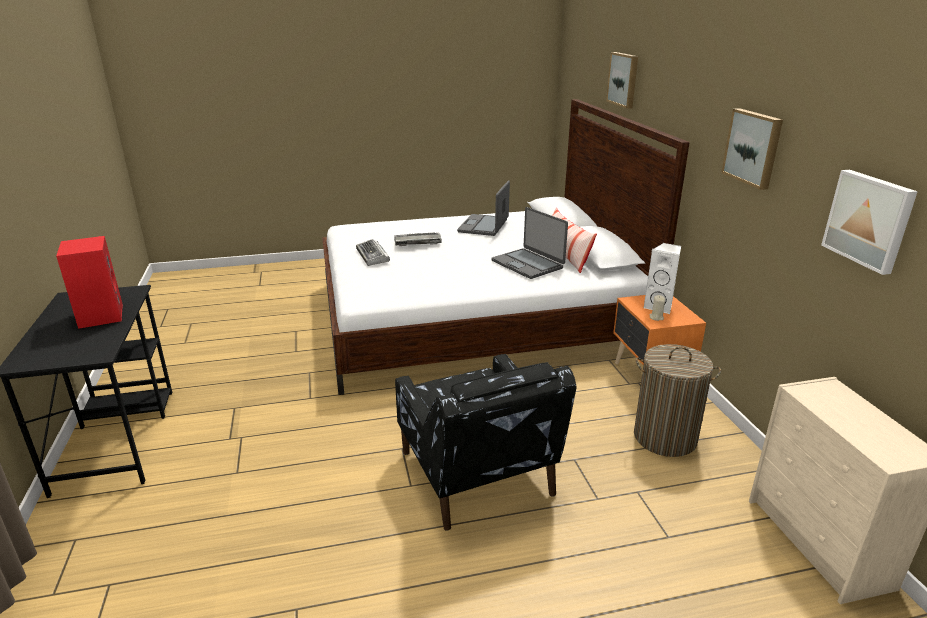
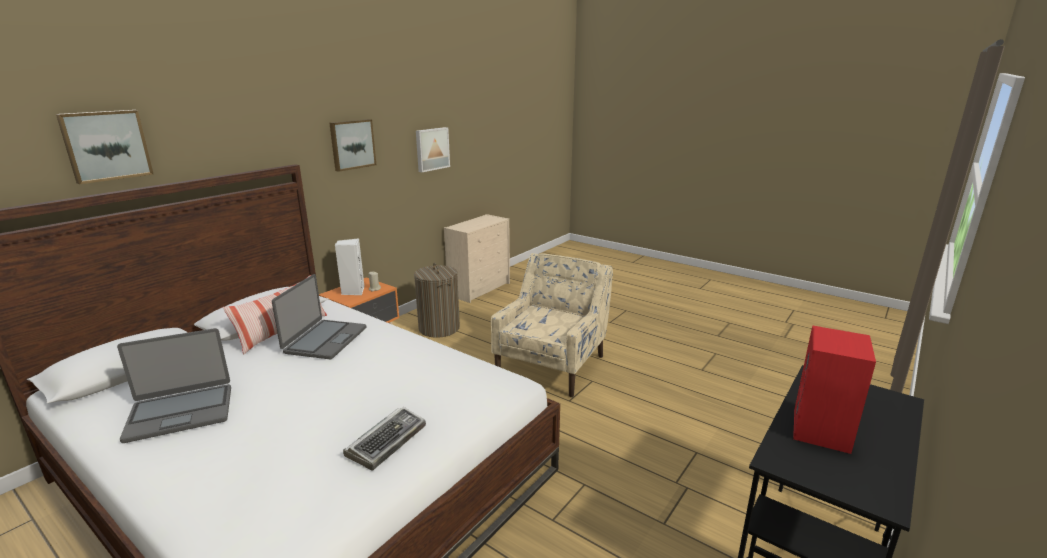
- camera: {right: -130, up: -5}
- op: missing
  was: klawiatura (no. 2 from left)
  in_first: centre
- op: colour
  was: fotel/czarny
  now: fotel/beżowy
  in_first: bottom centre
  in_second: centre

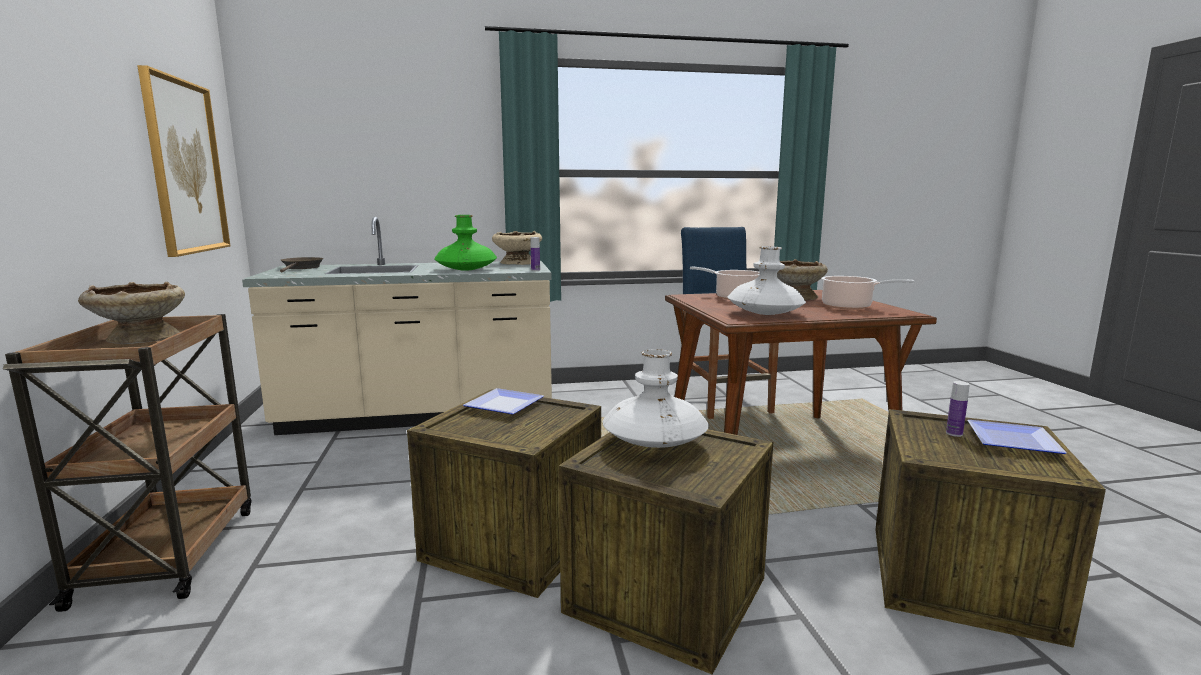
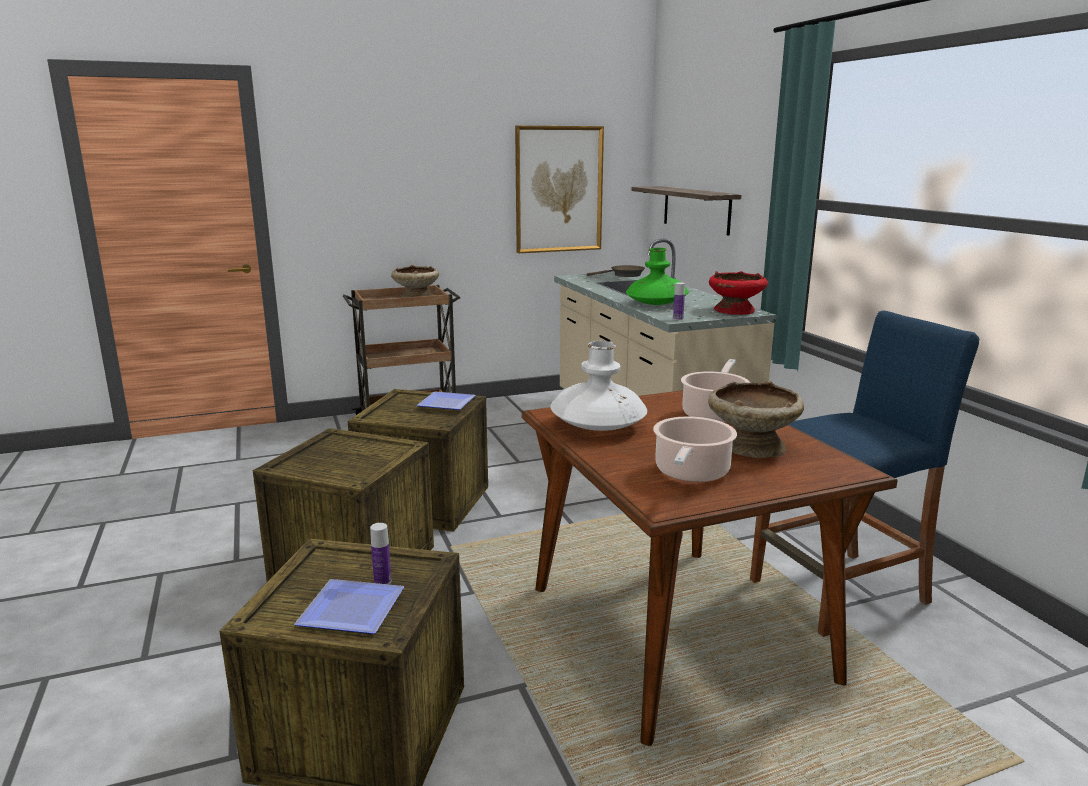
- camera: {right: 80, up: 5}
- op: colour
  was: miska/beżowy (no. 2 from left)
  now: miska/czerwony
  in_first: centre
  in_second: middle right
- op: missing
  was: wazon/biały (no. 1 from left)
  in_first: centre
- op: appeared
  now: półka
  in_second: top centre

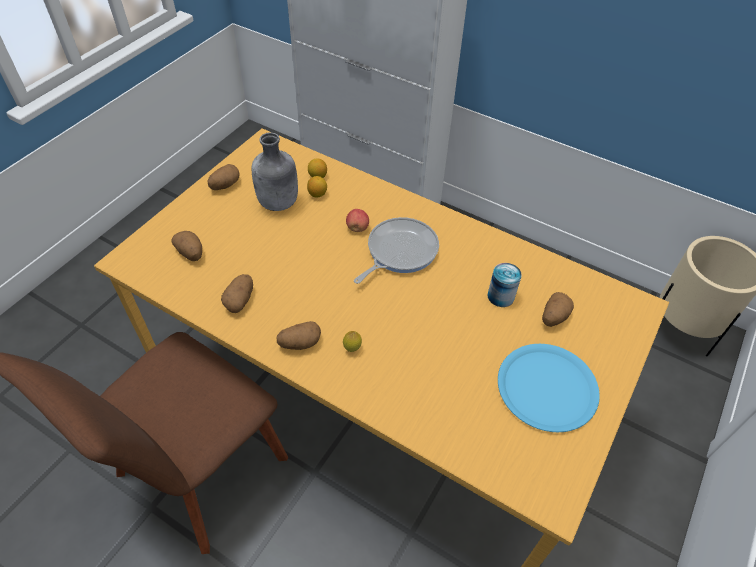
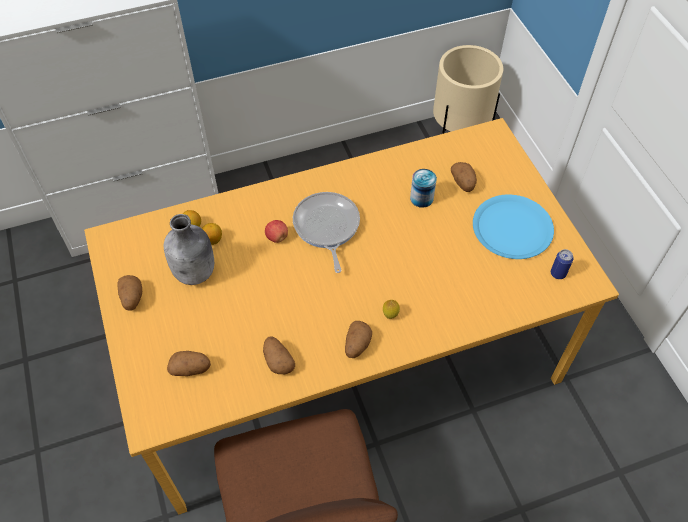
- camera: {right: -50, up: 5}
- op: appeared
  now: puszka (no. 2 from left)
  in_second: middle right

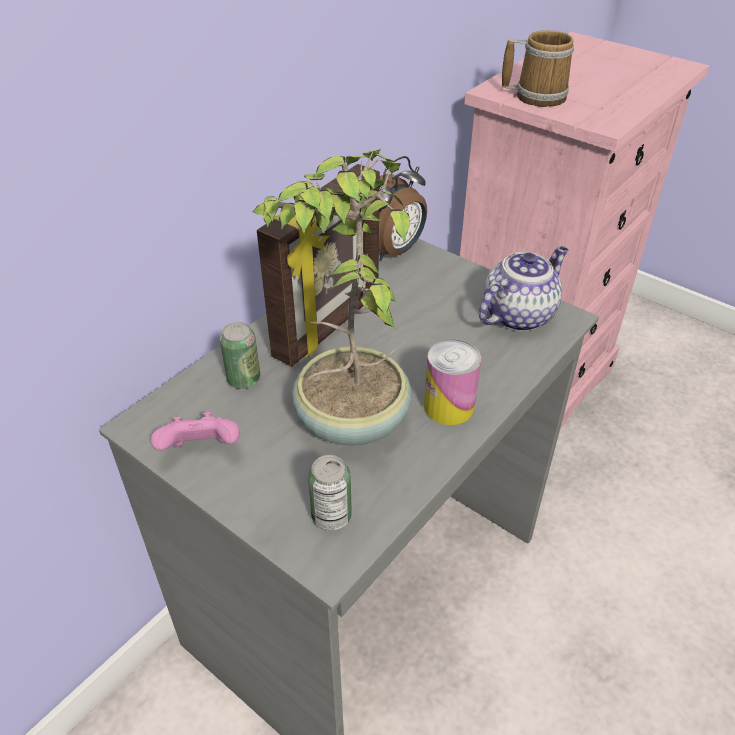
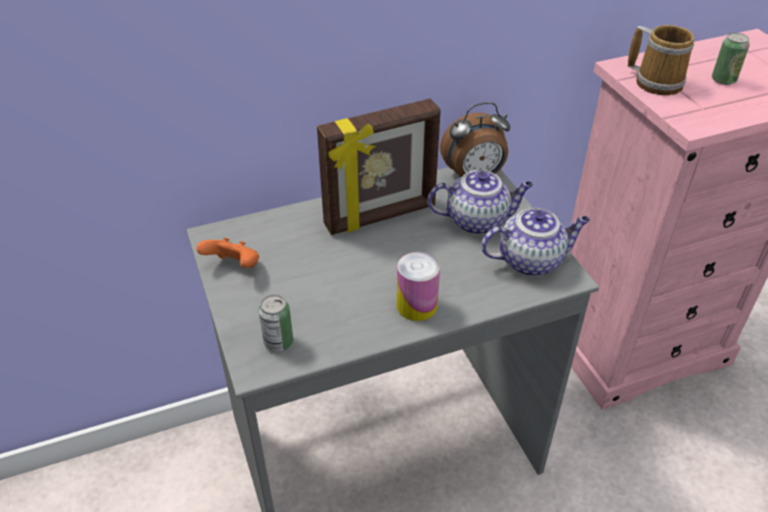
- camera: {right: 30, up: 0}
- op: colour
  was: pad do gier/różowy
  now: pad do gier/pomarańczowy
  in_first: middle left
  in_second: middle left
- op: relocated
  was: puszka (no. 1 from left in the first image)
  now: puszka (no. 3 from left)
  in_first: middle left
  in_second: top right
- op: missing
  was: roślina doniczkowa
  in_first: centre
- op: appeared
  now: imbryk (no. 1 from left)
  in_second: centre

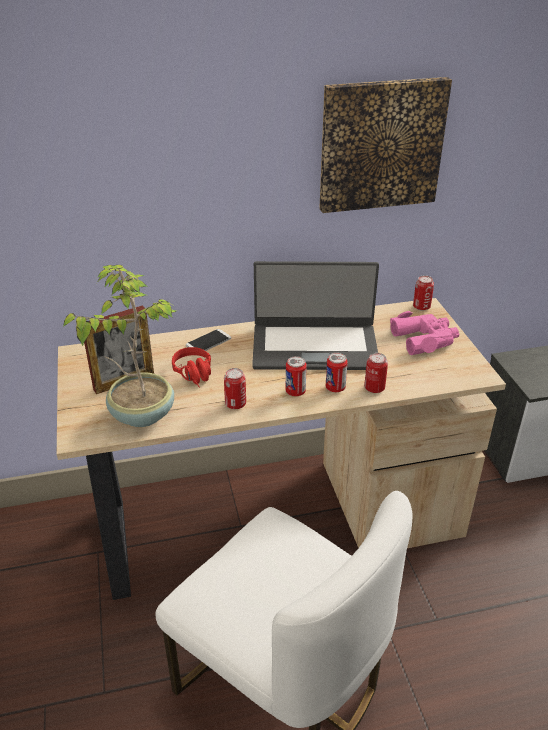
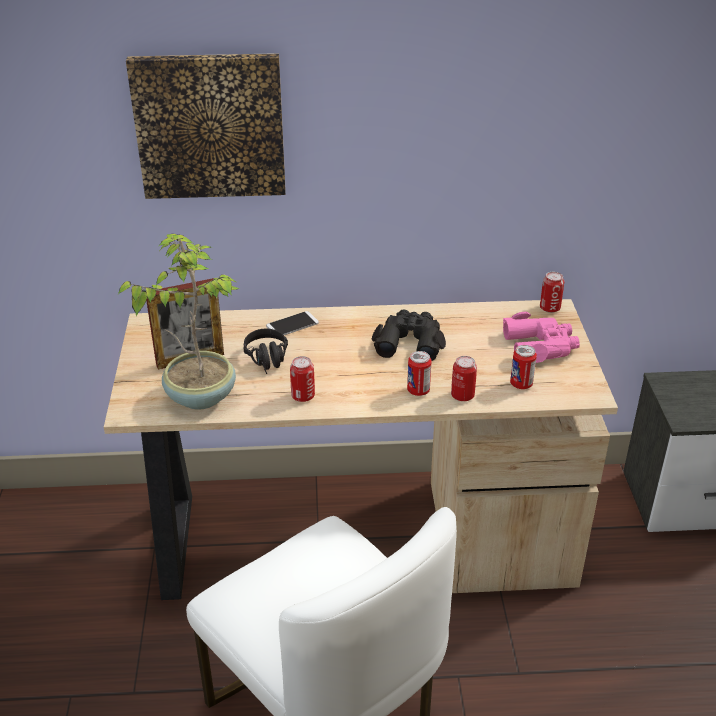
- camera: {right: 10, up: 0}
- op: colour
  was: słuchawki/czerwony
  now: słuchawki/czarny
  in_first: centre
  in_second: centre
- op: exchanged
  was: laptop
  now: lornetka/czarny
  in_first: centre
  in_second: centre
- op: relocated
  was: puszka (no. 2 from left in the first image)
  now: puszka (no. 4 from left)
  in_first: centre
  in_second: middle right
- op: relocated
  was: obraz
  in_first: top right
  in_second: top left

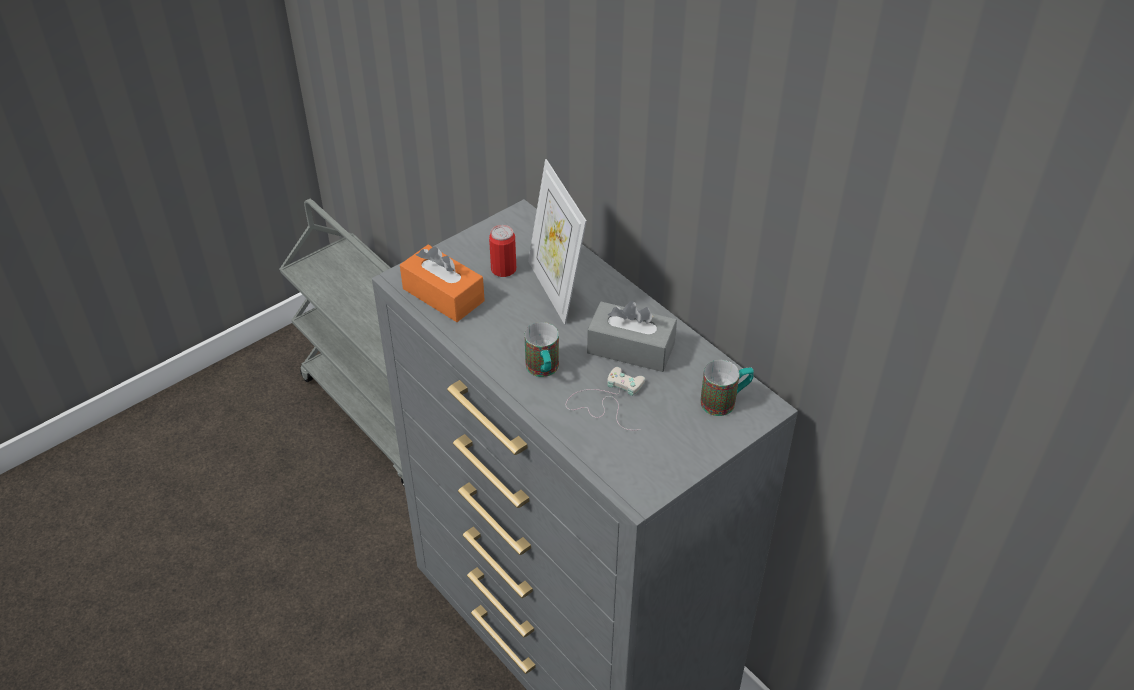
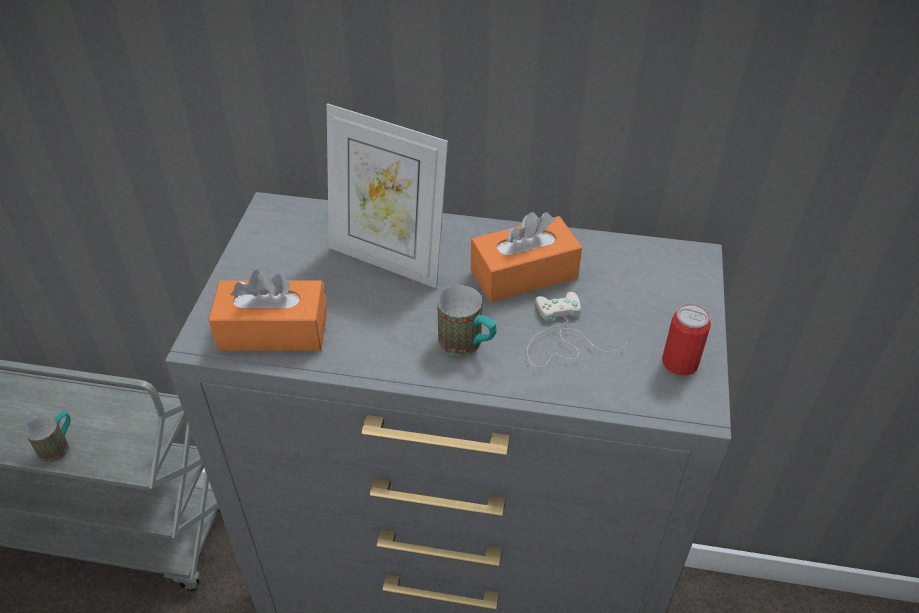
- camera: {right: -40, up: 0}
- op: relocated
  was: puszka
  in_first: centre
  in_second: middle right
- op: colour
  was: pudełko chusteczek/szary
  now: pudełko chusteczek/pomarańczowy (no. 2 from left)
  in_first: centre
  in_second: centre
- op: relocated
  was: kubek (no. 2 from left in the first image)
  now: kubek (no. 1 from left)
  in_first: centre
  in_second: bottom left

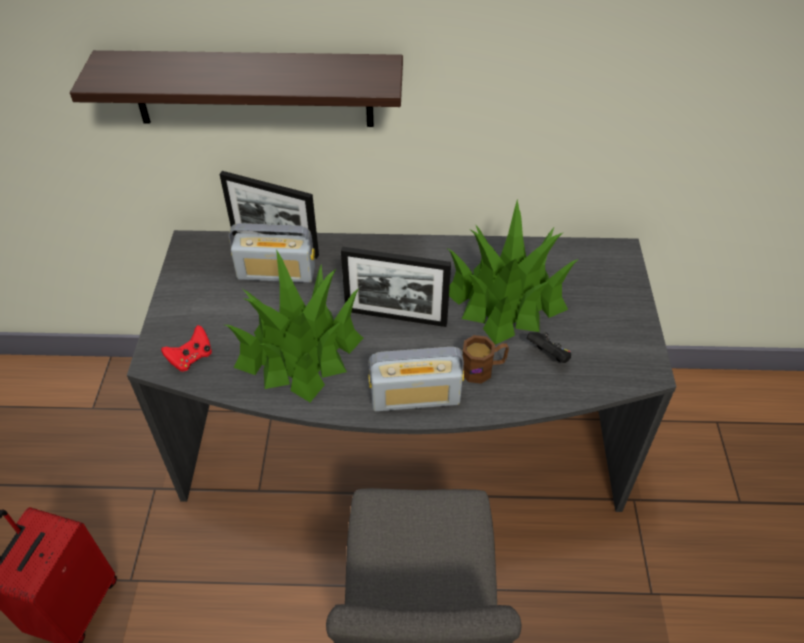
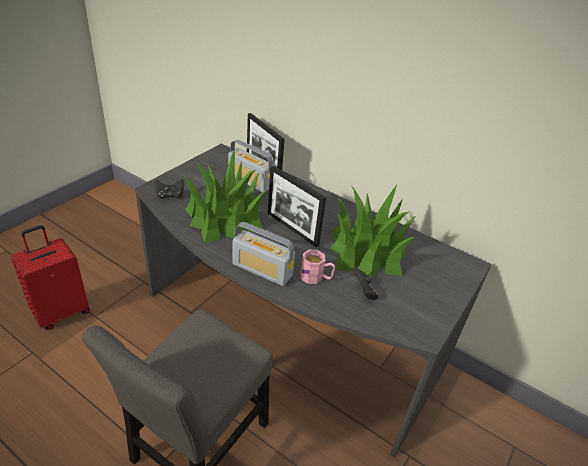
- camera: {right: 30, up: -10}
- op: missing
  was: półka
  in_first: top left
- op: colour
  was: pad do gier/czerwony
  now: pad do gier/czarny (no. 1 from left)
  in_first: middle left
  in_second: middle left
- op: colour
  was: kubek/brązowy
  now: kubek/różowy
  in_first: centre
  in_second: centre

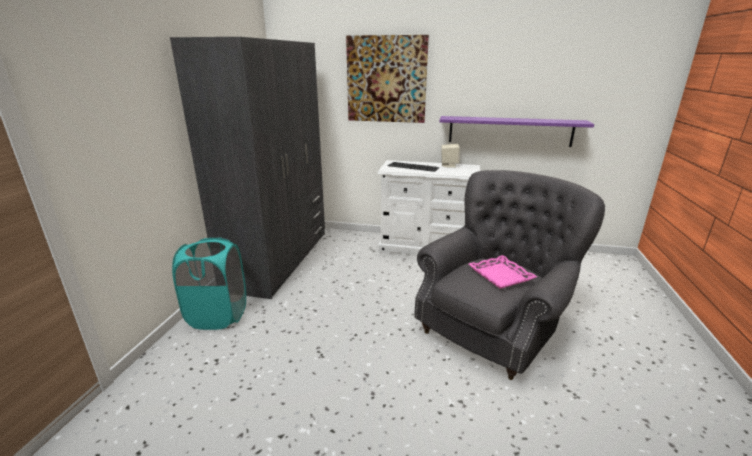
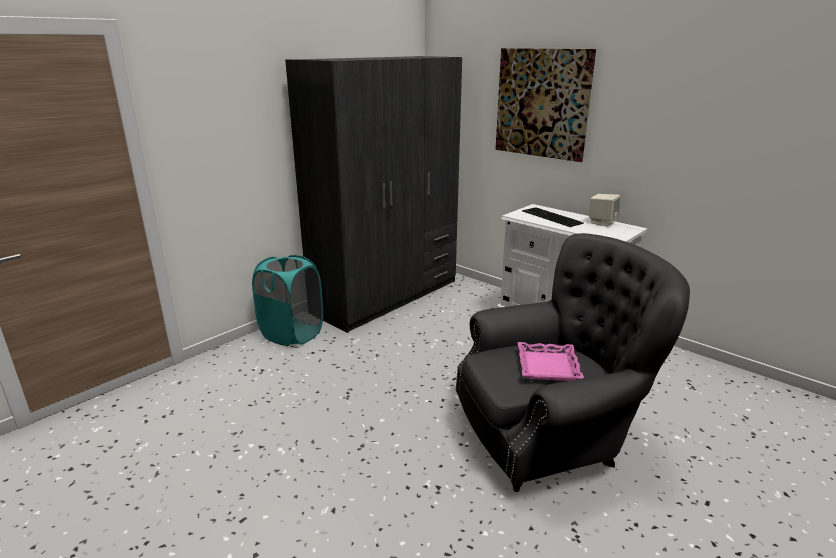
- camera: {right: 30, up: 0}
- op: missing
  was: półka/fioletowy
  in_first: top right

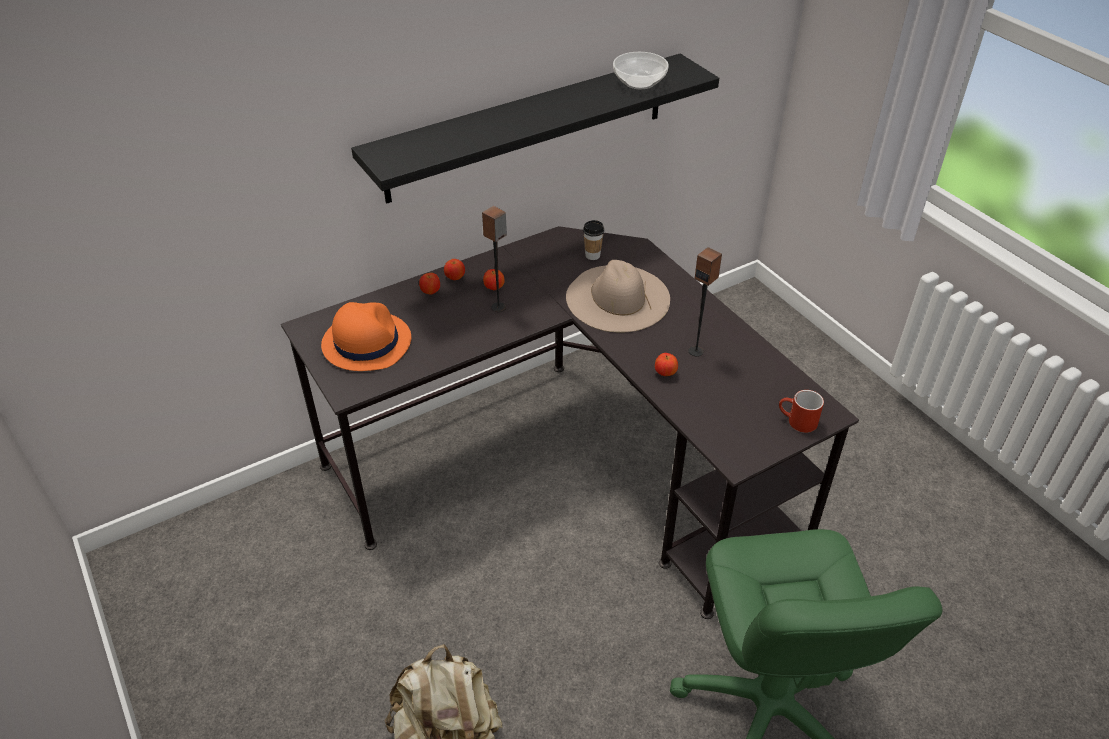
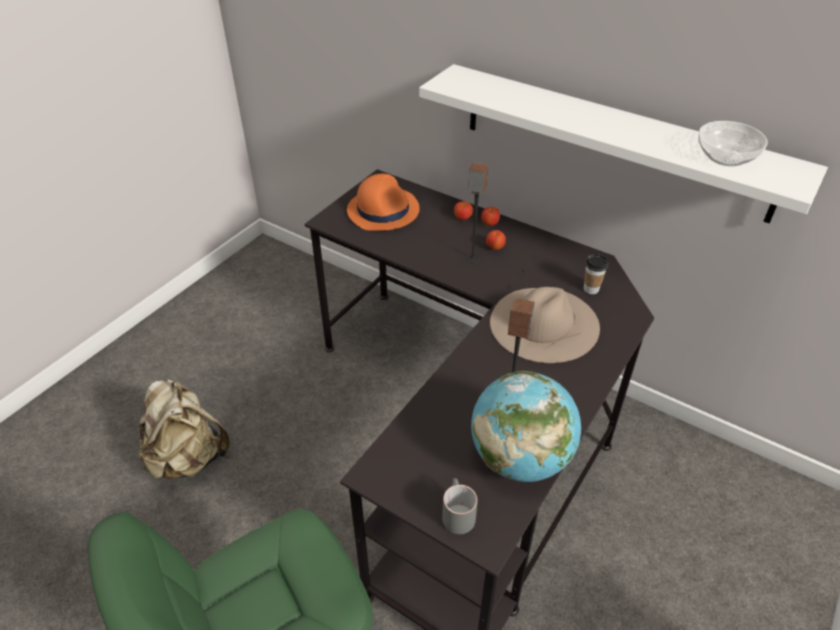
- camera: {right: 65, up: 0}
- op: colour
  was: półka/czarny
  now: półka/biały
  in_first: top centre
  in_second: top right
- op: missing
  was: jabłko (no. 4 from left)
  in_first: centre
- op: colour
  was: kubek/czerwony
  now: kubek/szary
  in_first: middle right
  in_second: bottom centre
- op: appeared
  now: globus
  in_second: bottom centre

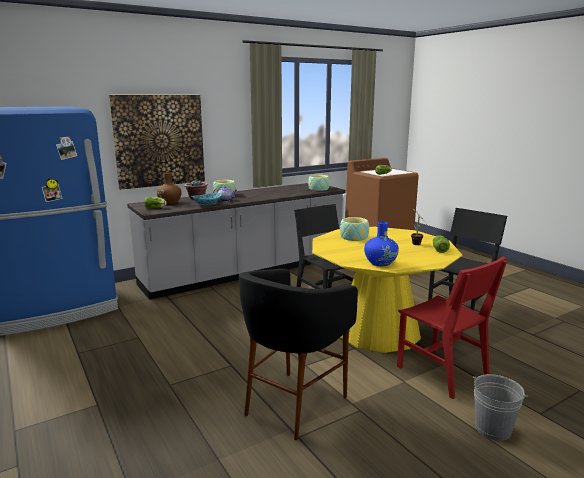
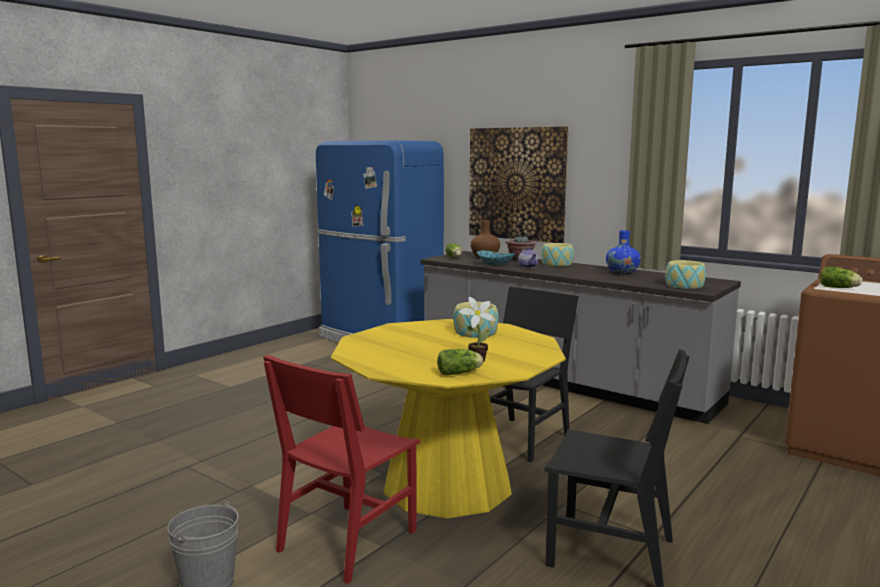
- camera: {right: 70, up: -5}
- op: missing
  was: stołek/czarny
  in_first: bottom centre
- op: relocated
  was: wazon/niebieski
  in_first: centre
  in_second: middle right

